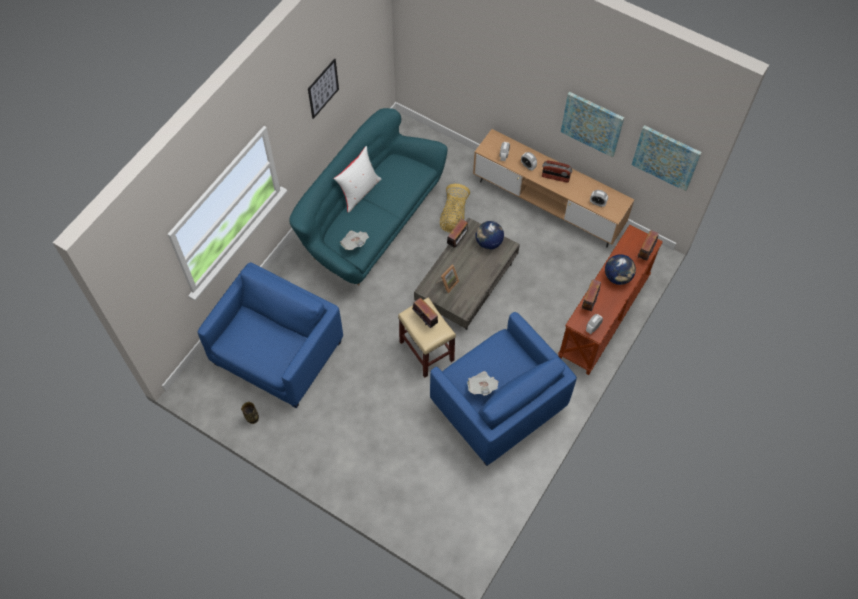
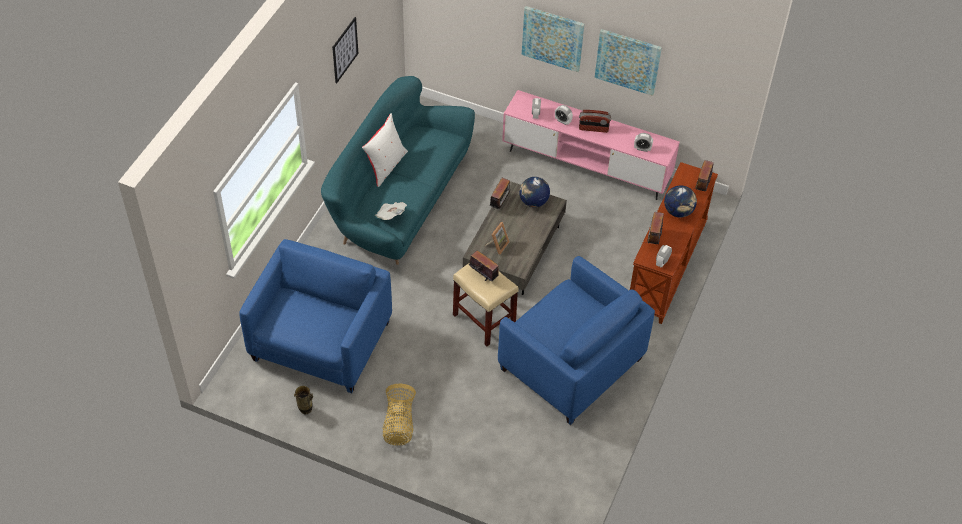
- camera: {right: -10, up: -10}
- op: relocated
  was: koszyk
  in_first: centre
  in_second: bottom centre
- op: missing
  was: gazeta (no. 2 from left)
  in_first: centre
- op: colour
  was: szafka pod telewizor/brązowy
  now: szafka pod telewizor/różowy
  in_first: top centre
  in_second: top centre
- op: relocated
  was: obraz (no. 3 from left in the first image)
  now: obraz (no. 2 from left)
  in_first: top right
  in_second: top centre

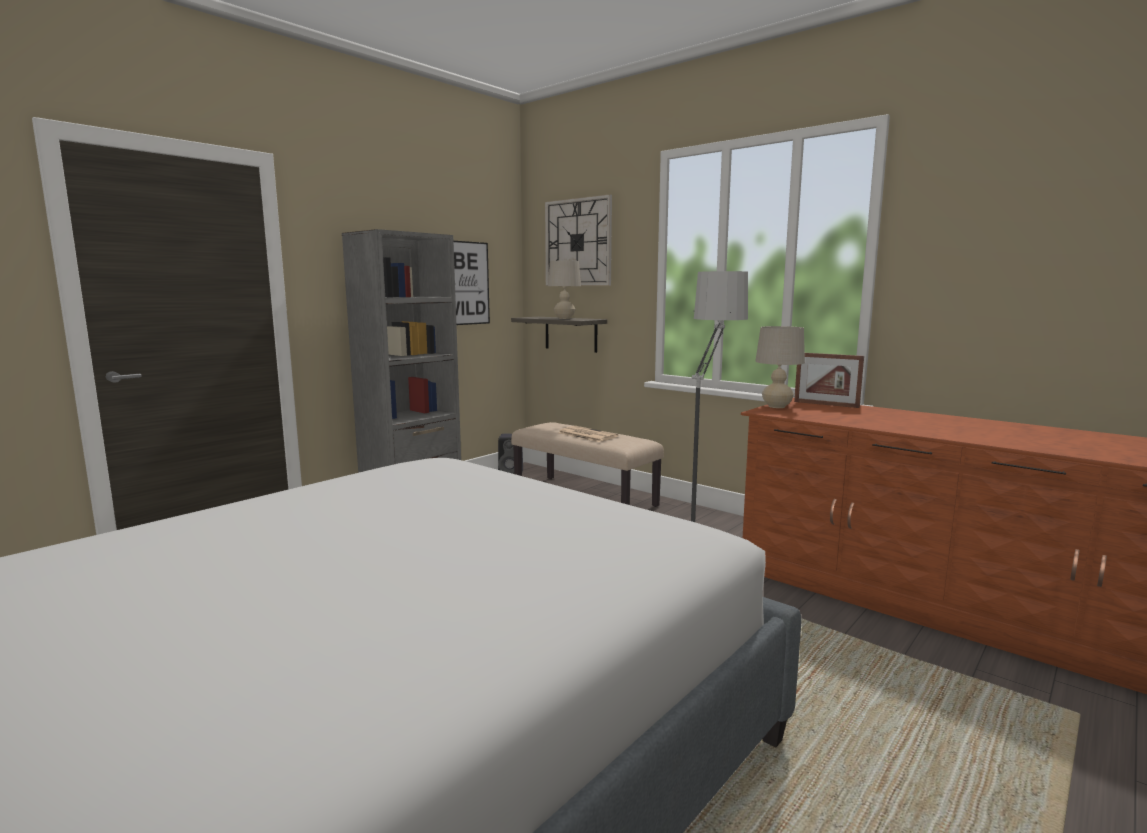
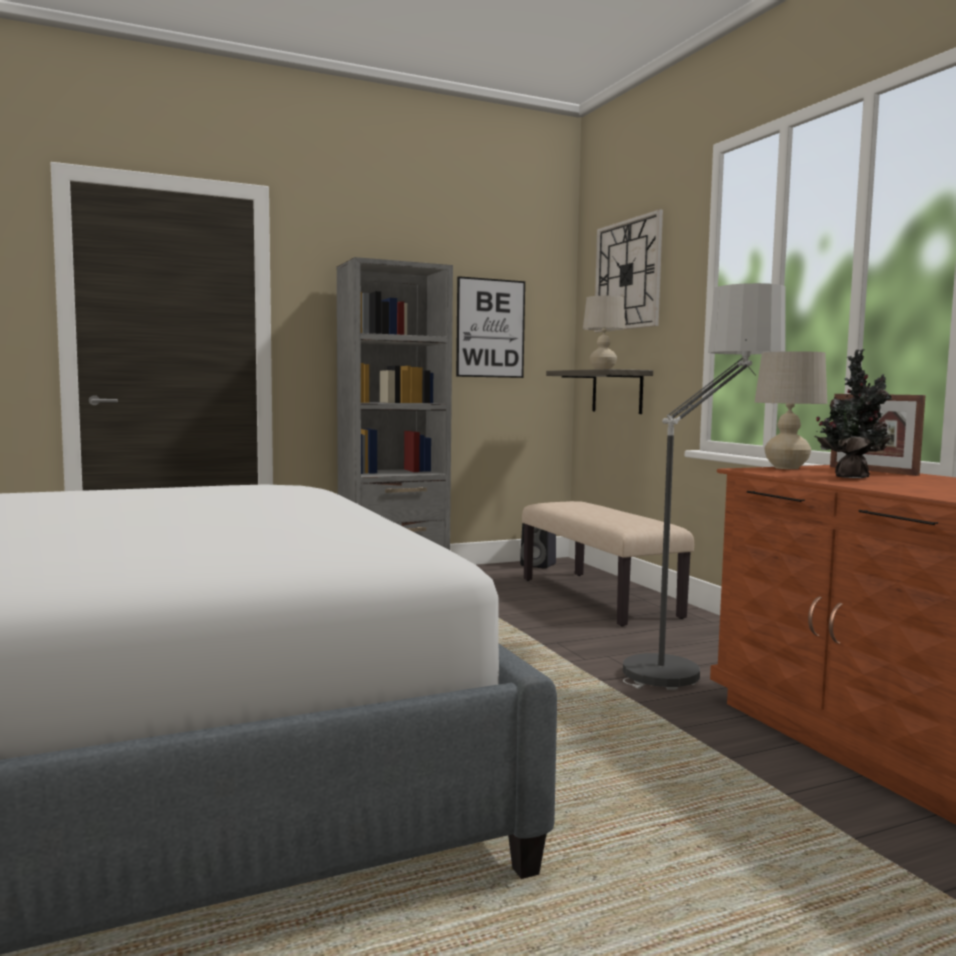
- camera: {right: 25, up: -5}
- op: missing
  was: gazeta
  in_first: centre
- op: appeared
  now: roślina doniczkowa
  in_second: middle right

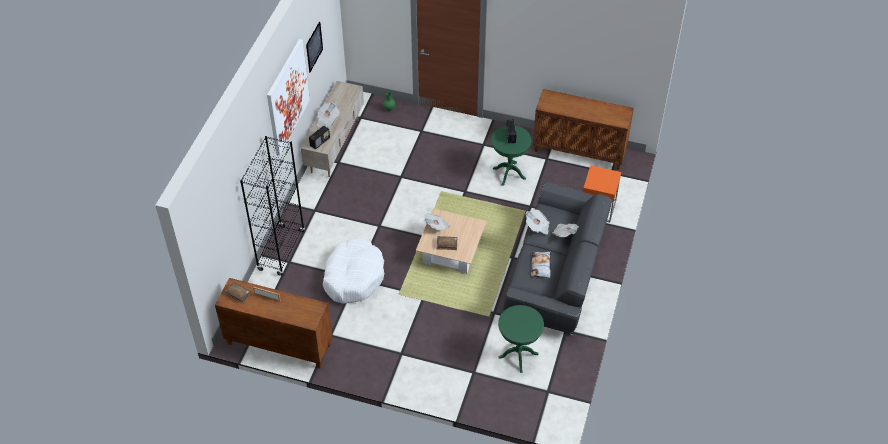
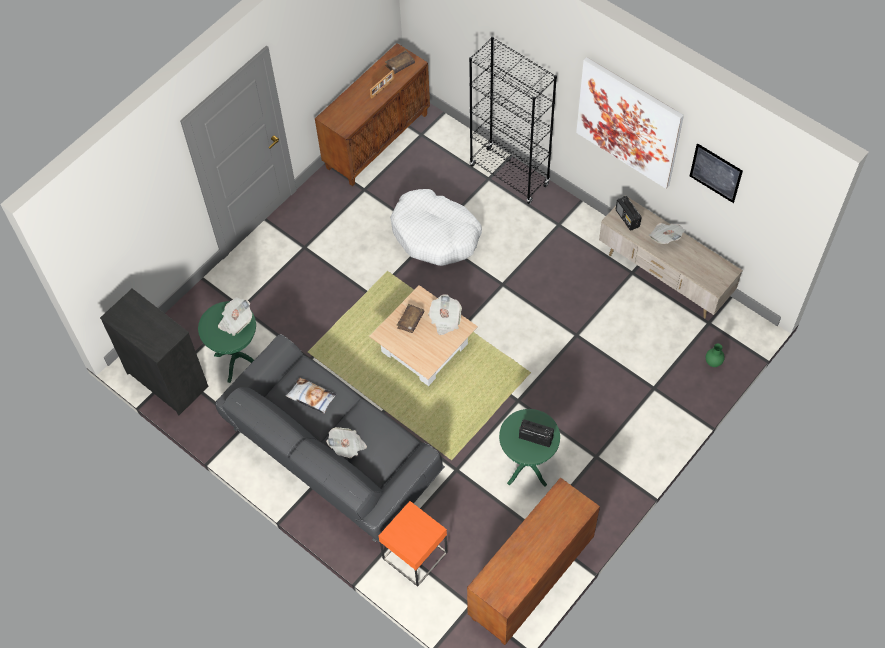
- camera: {right: 115, up: 10}
- op: relocated
  was: gazeta (no. 3 from left in the first image)
  now: gazeta (no. 1 from left)
  in_first: centre
  in_second: middle left
- op: appeared
  now: komoda/czarny
  in_second: middle left

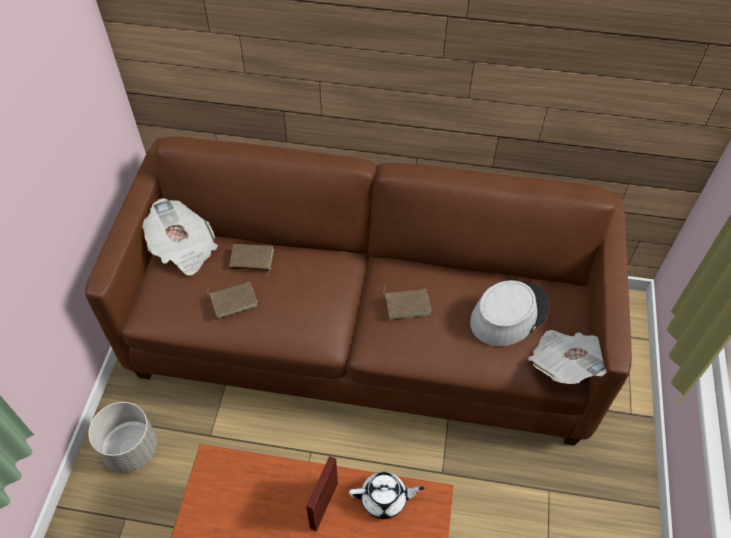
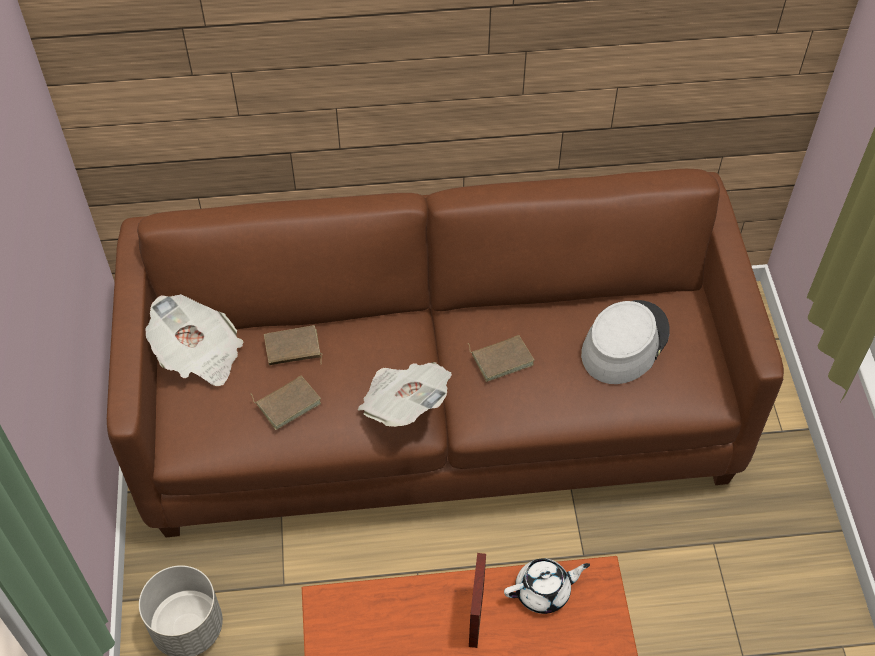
- camera: {right: -15, up: 0}
- op: relocated
  was: gazeta (no. 2 from left)
  in_first: middle right
  in_second: centre

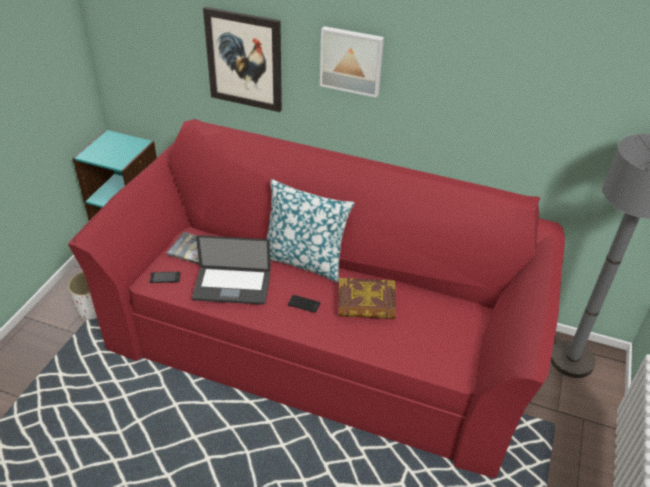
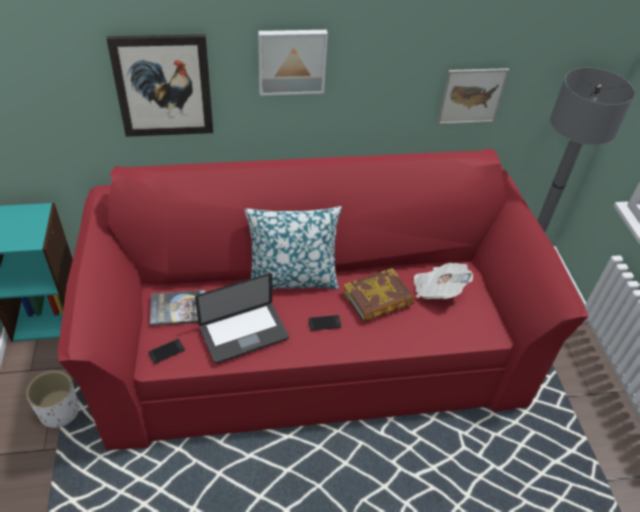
- camera: {right: -30, up: 5}
- op: appeared
  now: gazeta
  in_second: middle right
- op: appeared
  now: obraz (no. 3 from left)
  in_second: top right

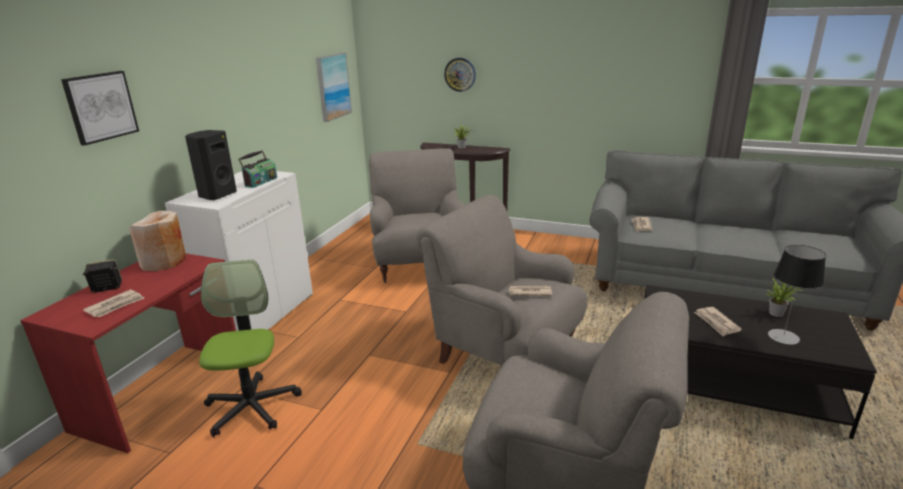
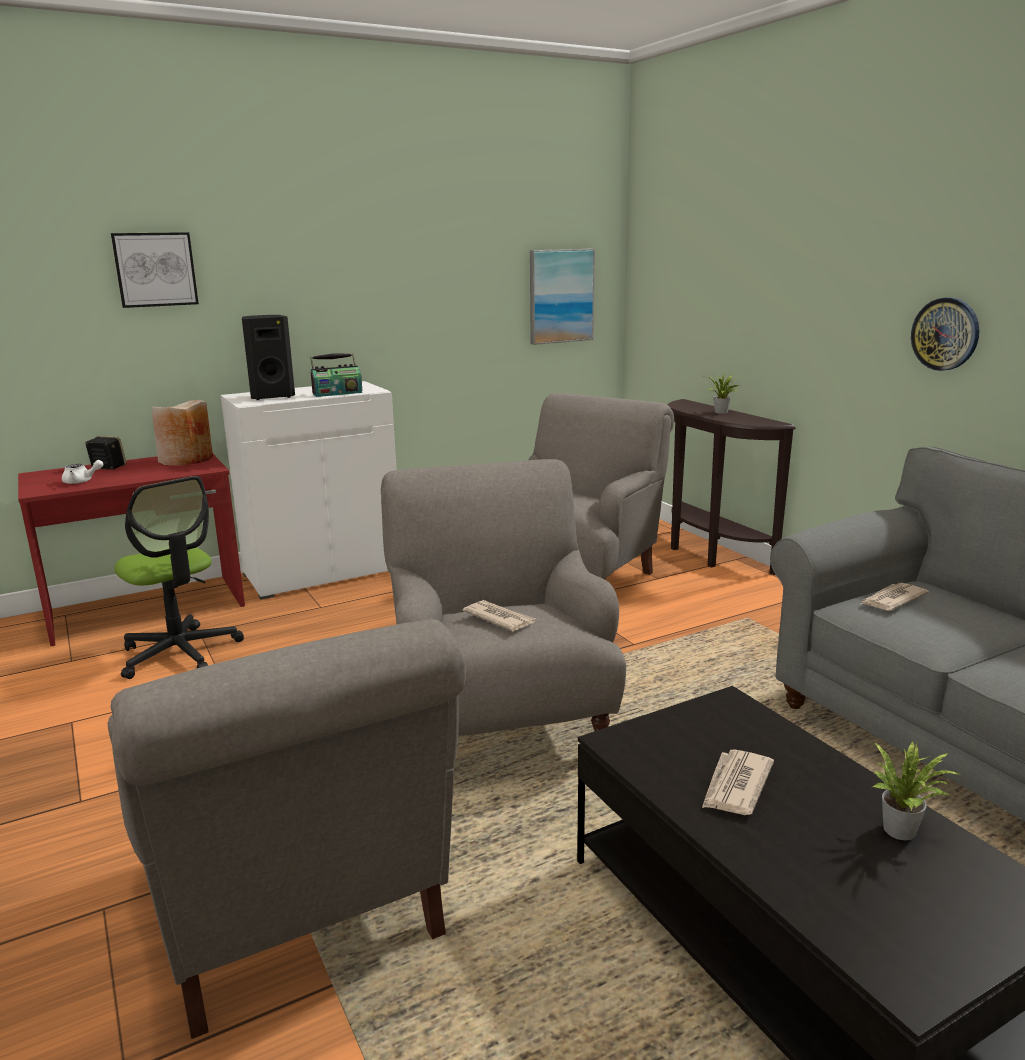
- camera: {right: 40, up: -5}
- op: exchanged
  was: gazeta (no. 1 from left)
  now: imbryk/biały
  in_first: middle left
  in_second: middle left
- op: spun
  was: krzesło biurowe
  in_first: bottom left
  in_second: middle left
  clockwise: 105
- op: relocated
  was: zegar ścienny
  in_first: top centre
  in_second: top right
- op: missing
  was: lampa stołowa
  in_first: middle right

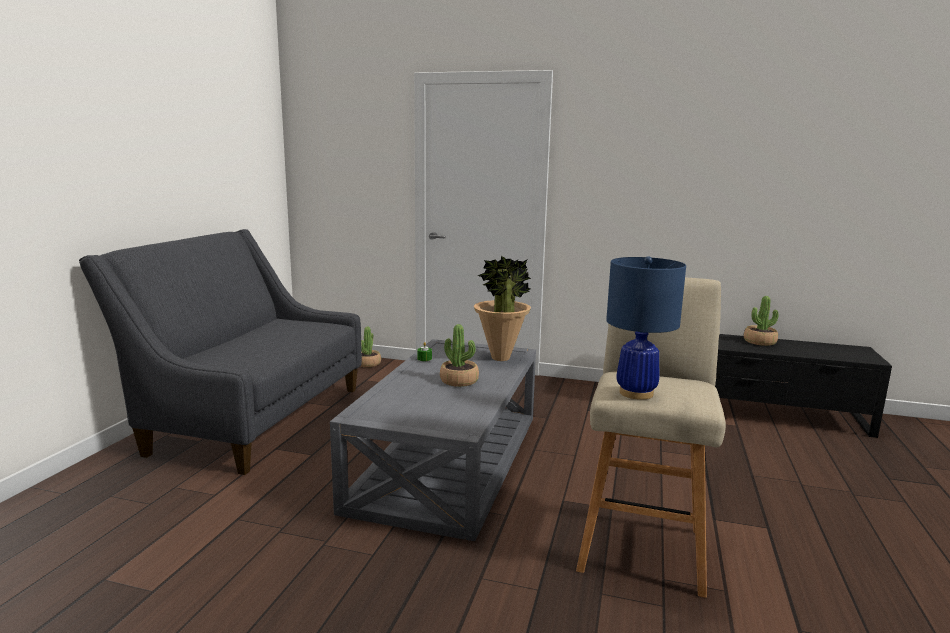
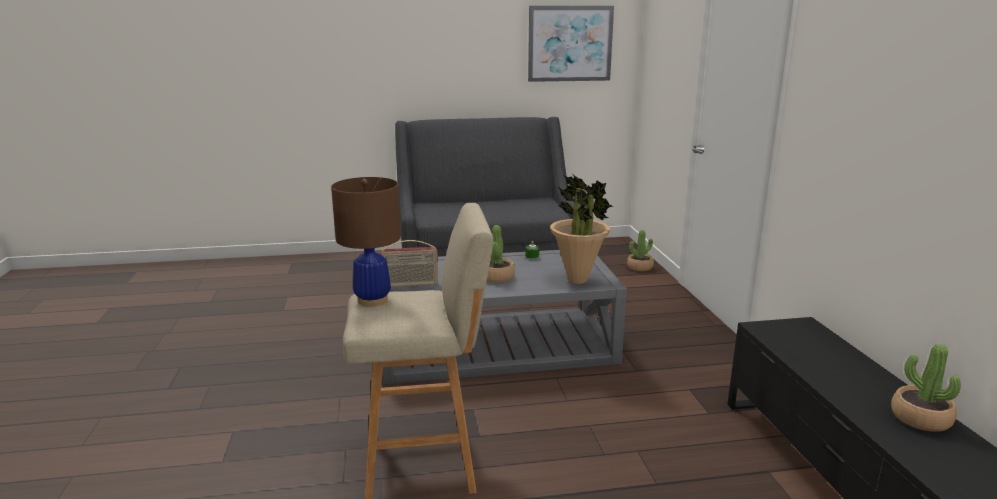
- camera: {right: 65, up: 5}
- op: colour
  was: lampa stołowa/niebieski
  now: lampa stołowa/brązowy
  in_first: middle right
  in_second: centre
- op: appeared
  now: radio
  in_second: centre
- op: appeared
  now: obraz
  in_second: top centre

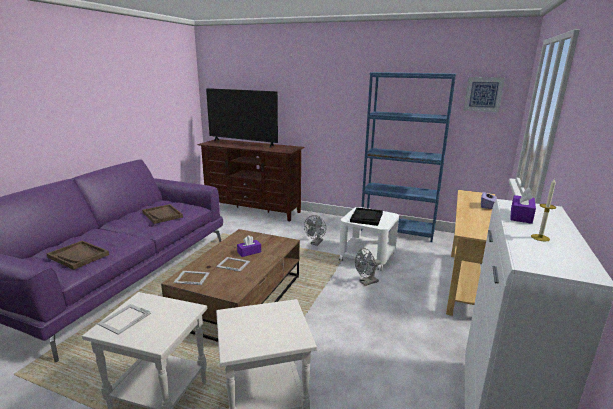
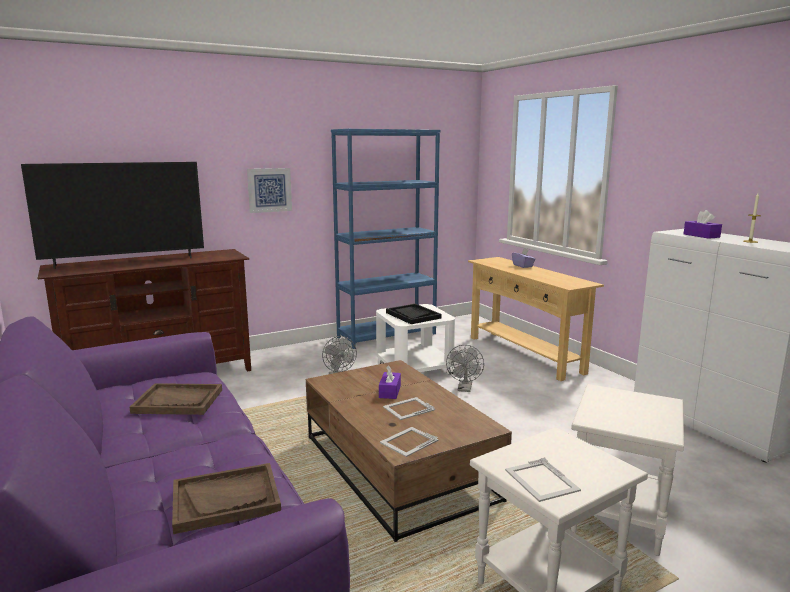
- camera: {right: -50, up: -5}
- op: relocated
  was: obraz
  in_first: top right
  in_second: top centre

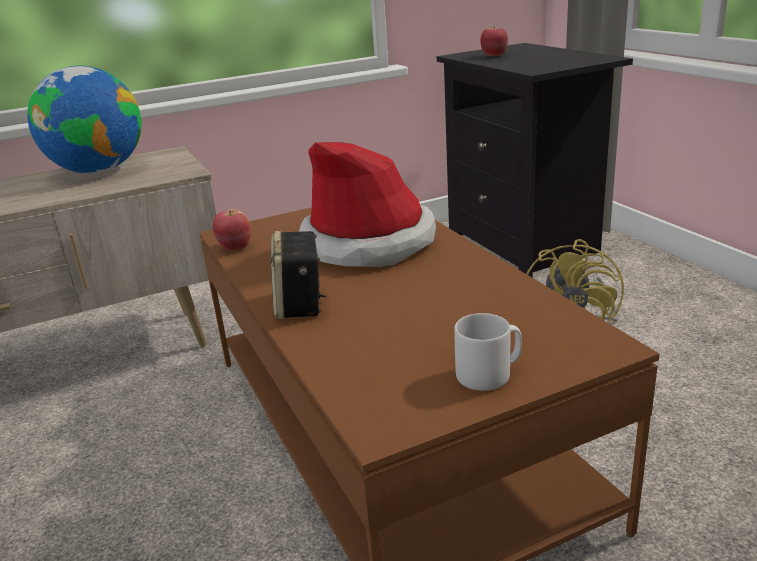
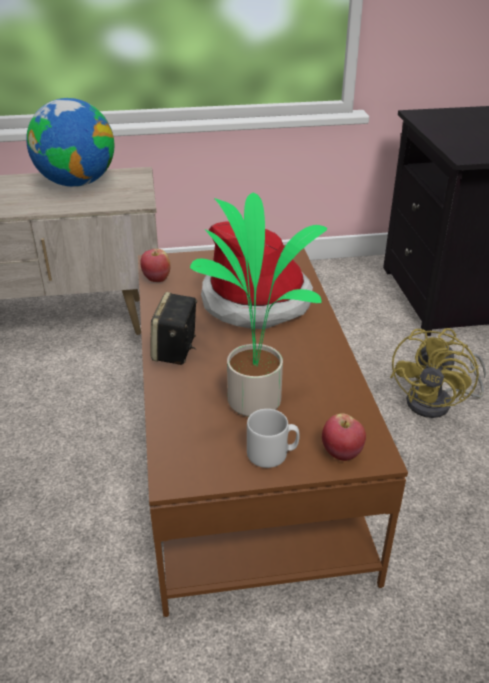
- camera: {right: 15, up: 10}
- op: relocated
  was: jabłko (no. 2 from left)
  in_first: top centre
  in_second: middle right
- op: appeared
  now: roślina doniczkowa
  in_second: centre

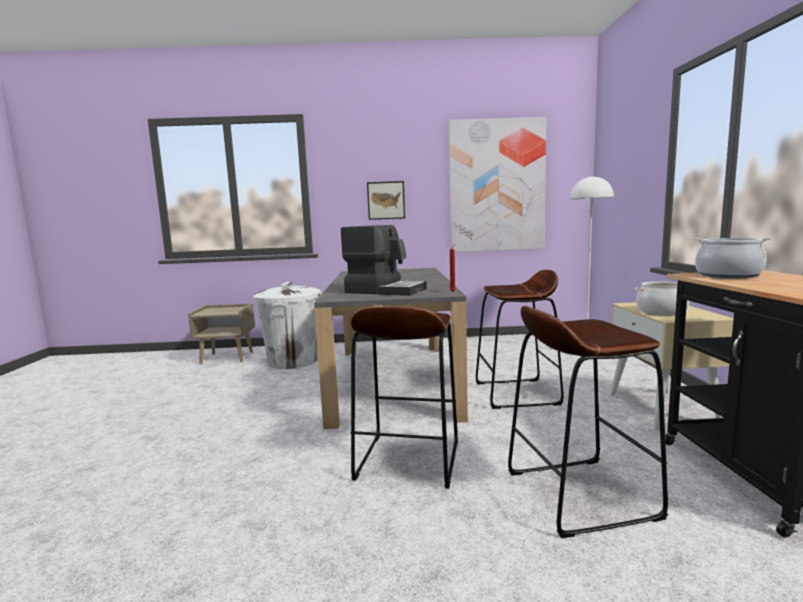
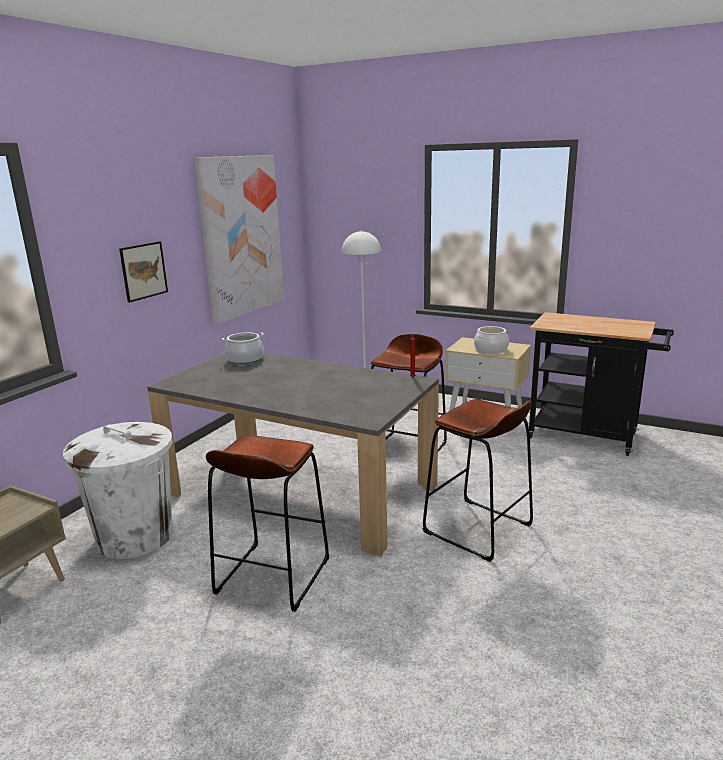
- camera: {right: -60, up: 10}
- op: missing
  was: ekspres do kawy
  in_first: centre
- op: relocated
  was: stołek/brązowy (no. 3 from left in the first image)
  now: stołek/brązowy (no. 1 from left)
  in_first: bottom right
  in_second: bottom centre
- op: relocated
  was: garnek (no. 2 from left in the first image)
  now: garnek (no. 1 from left)
  in_first: middle right
  in_second: centre

